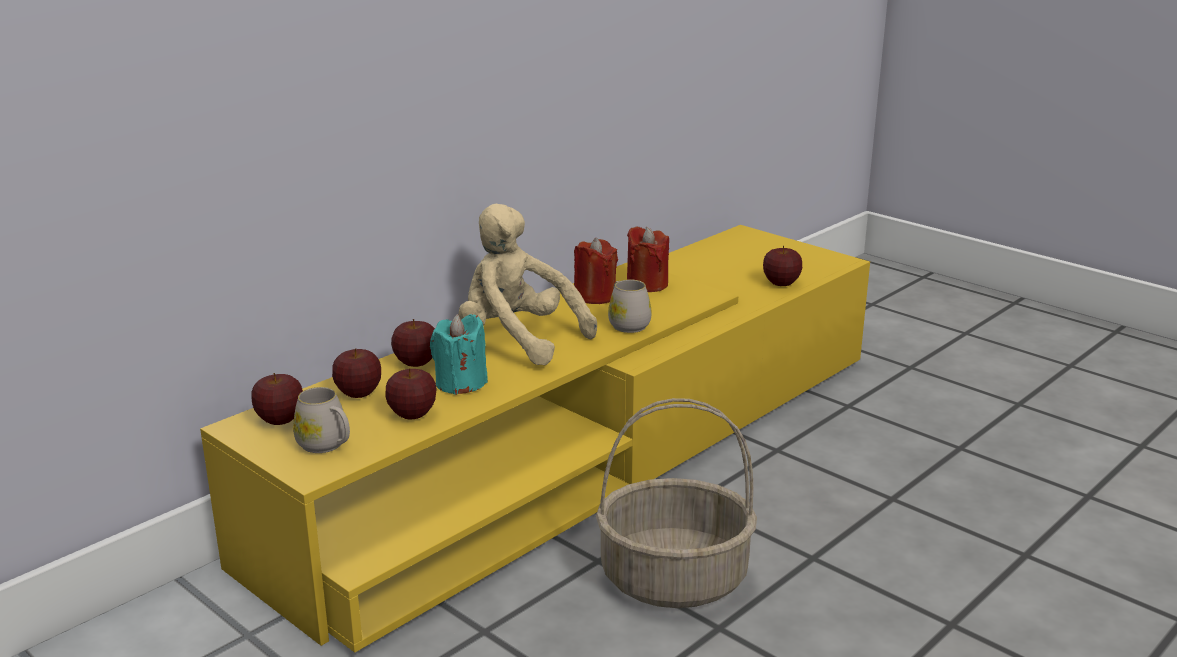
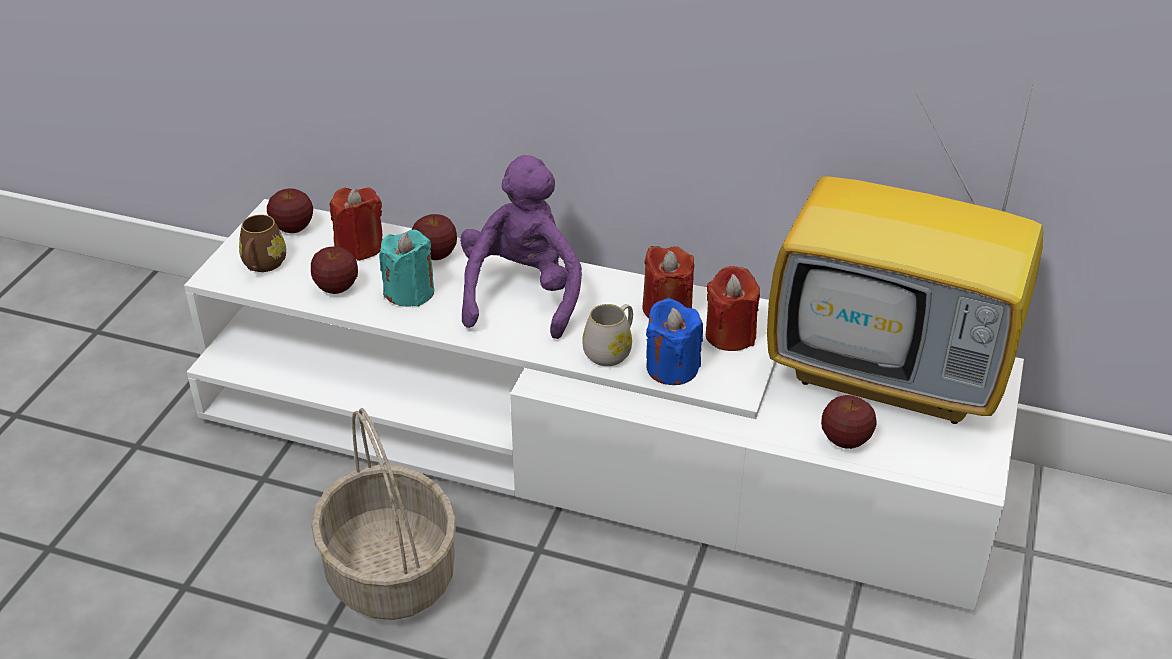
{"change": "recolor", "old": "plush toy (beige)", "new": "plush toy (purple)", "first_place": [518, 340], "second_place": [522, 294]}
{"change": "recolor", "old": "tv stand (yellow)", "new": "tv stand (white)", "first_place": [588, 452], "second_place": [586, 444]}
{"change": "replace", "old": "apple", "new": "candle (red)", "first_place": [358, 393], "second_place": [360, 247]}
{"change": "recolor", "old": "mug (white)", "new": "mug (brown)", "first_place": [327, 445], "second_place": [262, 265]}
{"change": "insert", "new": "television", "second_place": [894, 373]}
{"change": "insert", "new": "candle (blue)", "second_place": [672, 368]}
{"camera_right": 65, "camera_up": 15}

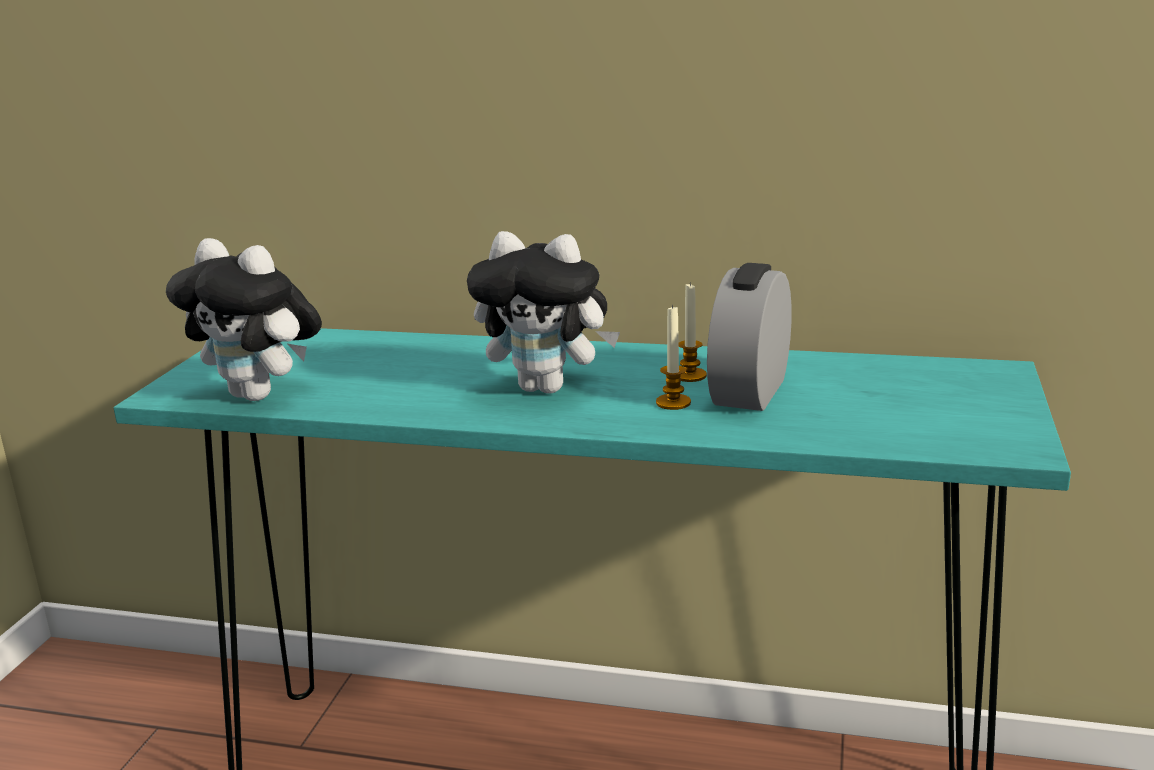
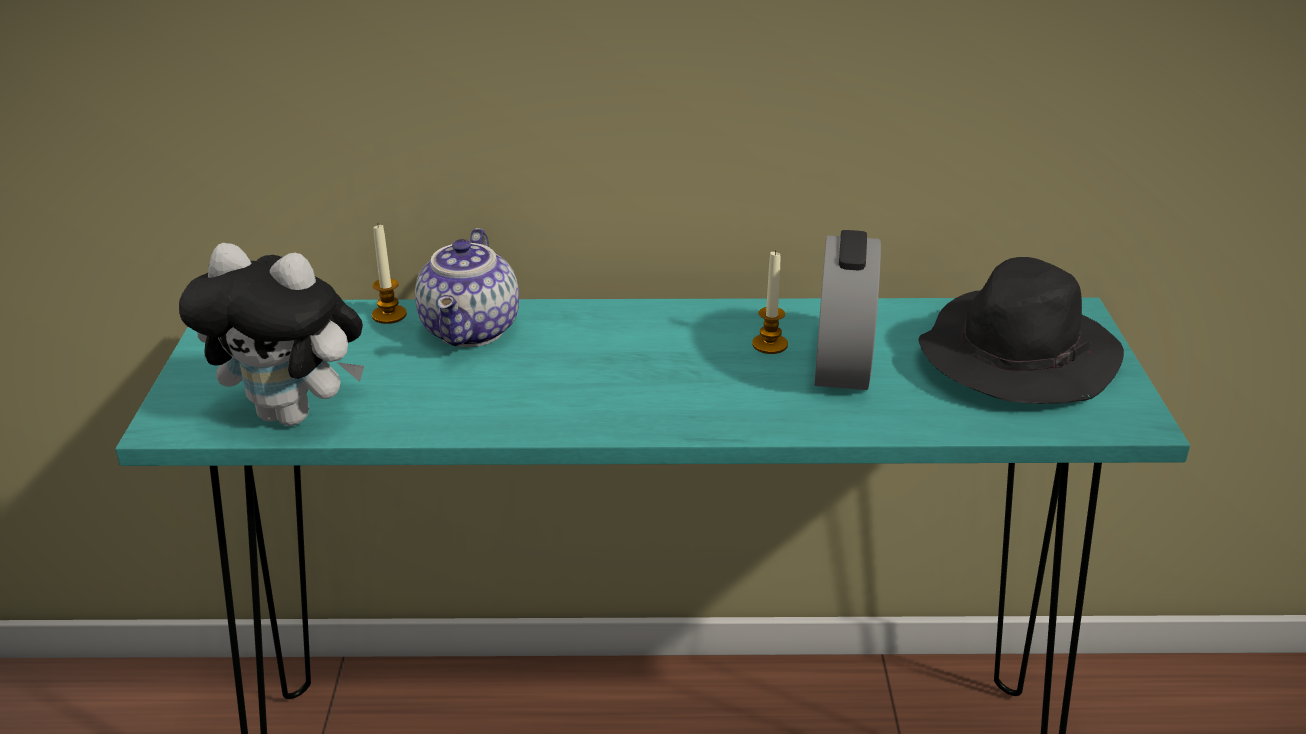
{"change": "delete", "old": "plush toy", "first_place": [547, 387]}
{"change": "move", "old": "candle", "first_place": [673, 403], "second_place": [389, 315]}
{"change": "insert", "new": "teapot", "second_place": [472, 331]}
{"change": "insert", "new": "hat (black)", "second_place": [1016, 357]}
{"camera_right": -15, "camera_up": 10}

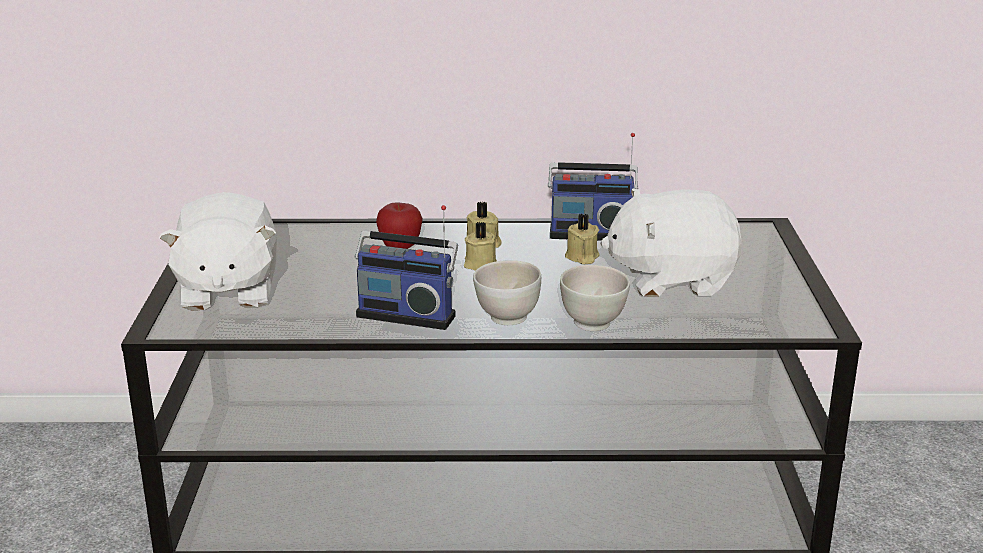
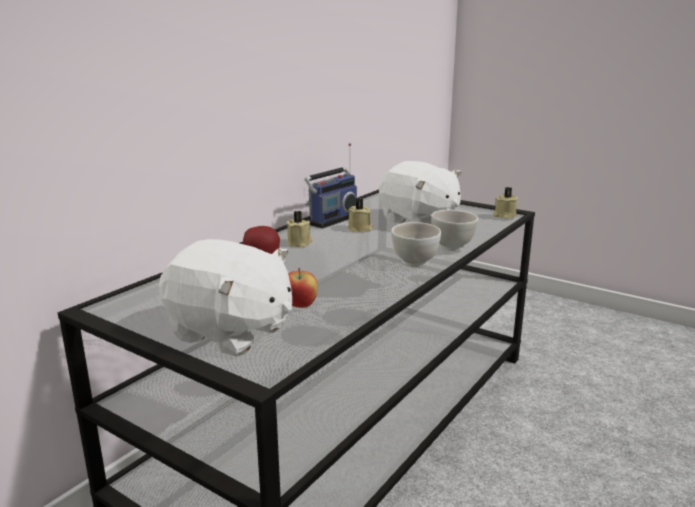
{"change": "rotate", "old": "plush toy (white)", "first_place": [671, 279], "second_place": [419, 221], "degrees": -75}
{"change": "delete", "old": "radio", "first_place": [407, 314]}
{"change": "move", "old": "candle (beige)", "first_place": [480, 264], "second_place": [504, 216]}
{"change": "insert", "new": "apple", "second_place": [301, 306]}
{"camera_right": -55, "camera_up": -5}

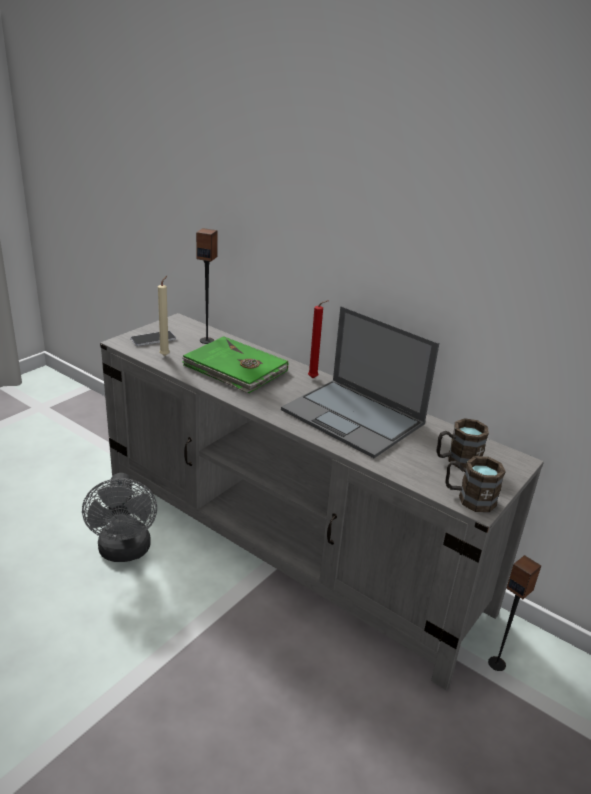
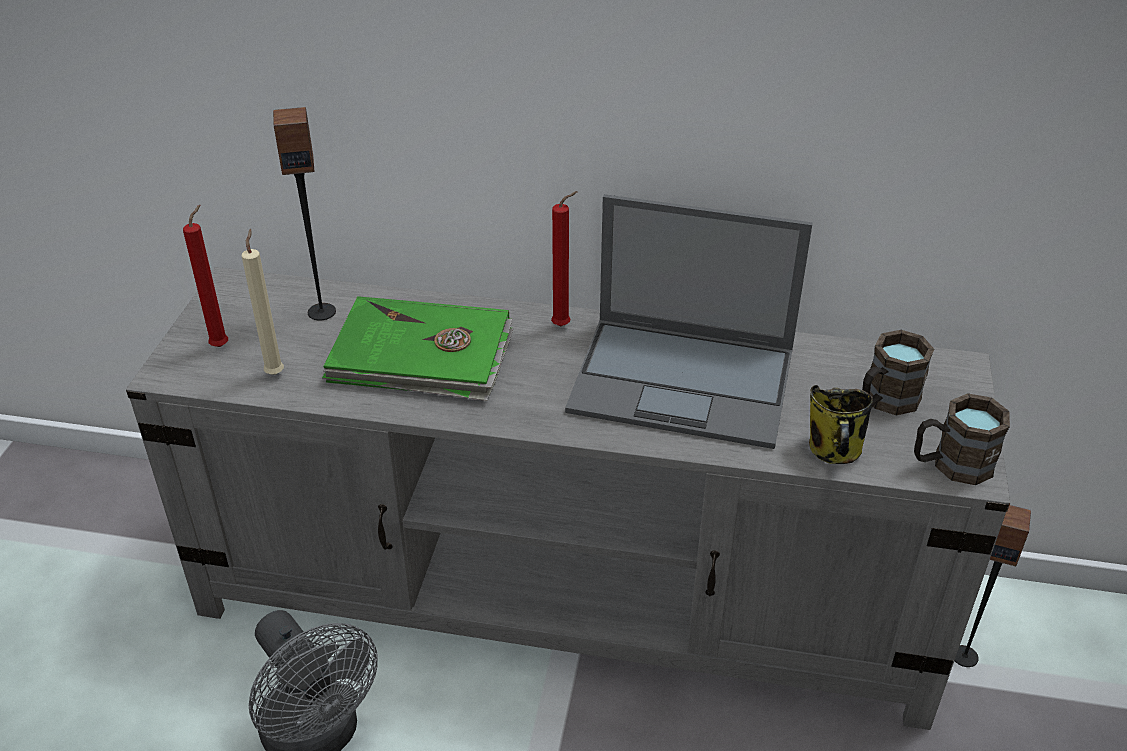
{"change": "replace", "old": "phone", "new": "candle (red)", "first_place": [153, 339], "second_place": [222, 345]}
{"change": "insert", "new": "mug", "second_place": [834, 452]}
{"camera_right": -25, "camera_up": 10}

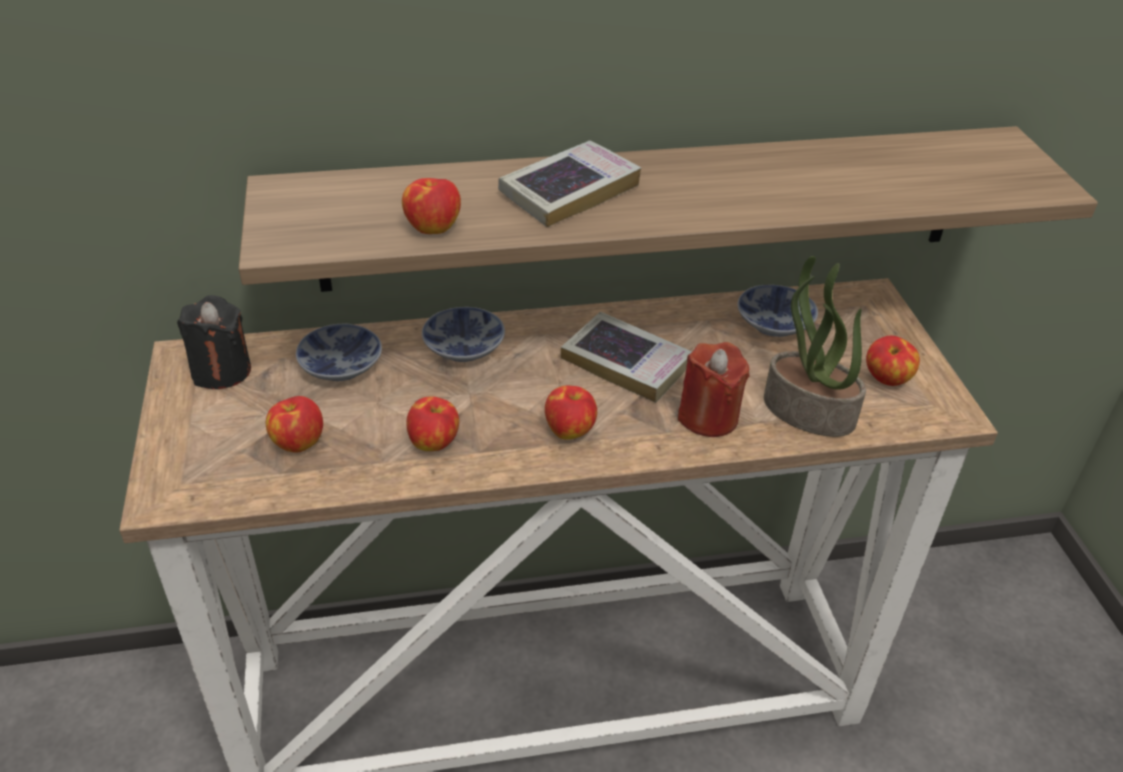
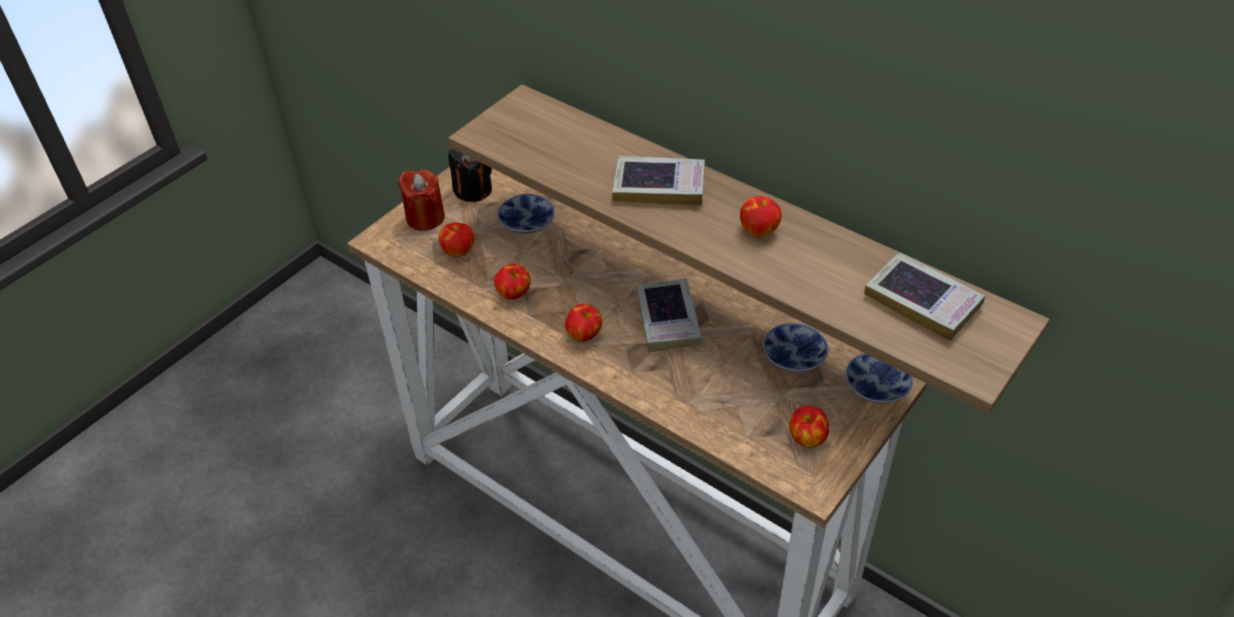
{"change": "move", "old": "apple", "first_place": [433, 227], "second_place": [759, 230]}
{"change": "delete", "old": "potted plant", "first_place": [807, 412]}
{"change": "move", "old": "bowl", "first_place": [467, 347], "second_place": [879, 388]}
{"change": "move", "old": "candle (red)", "first_place": [708, 417], "second_place": [425, 217]}
{"change": "insert", "new": "book", "second_place": [922, 301]}
{"camera_right": 50, "camera_up": 5}

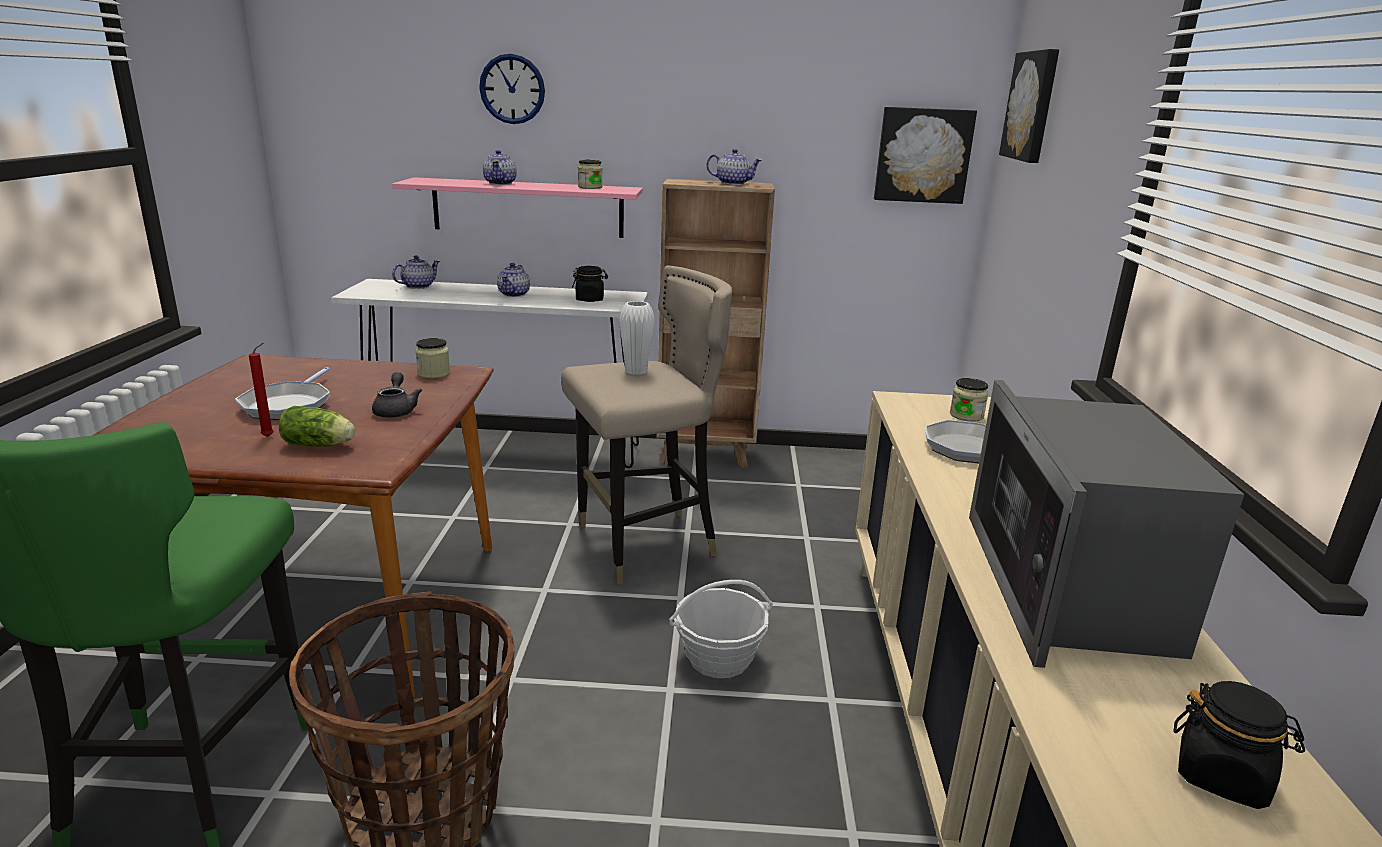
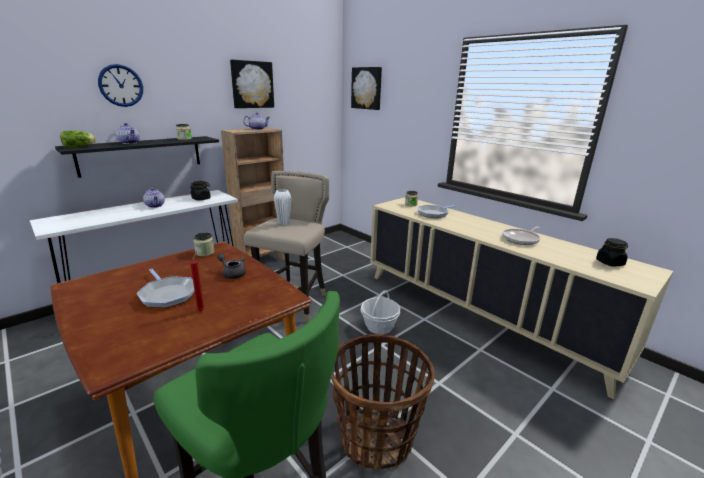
{"change": "move", "old": "picture", "first_place": [923, 155], "second_place": [252, 84]}
{"change": "recolor", "old": "shelf (pink)", "new": "shelf (black)", "first_place": [528, 208], "second_place": [141, 155]}
{"change": "delete", "old": "teapot", "first_place": [418, 286]}
{"change": "replace", "old": "microwave", "new": "frying pan", "first_place": [1068, 587], "second_place": [521, 239]}
{"change": "move", "old": "lettuce", "first_place": [321, 445], "second_place": [80, 146]}
{"camera_right": -45, "camera_up": 0}

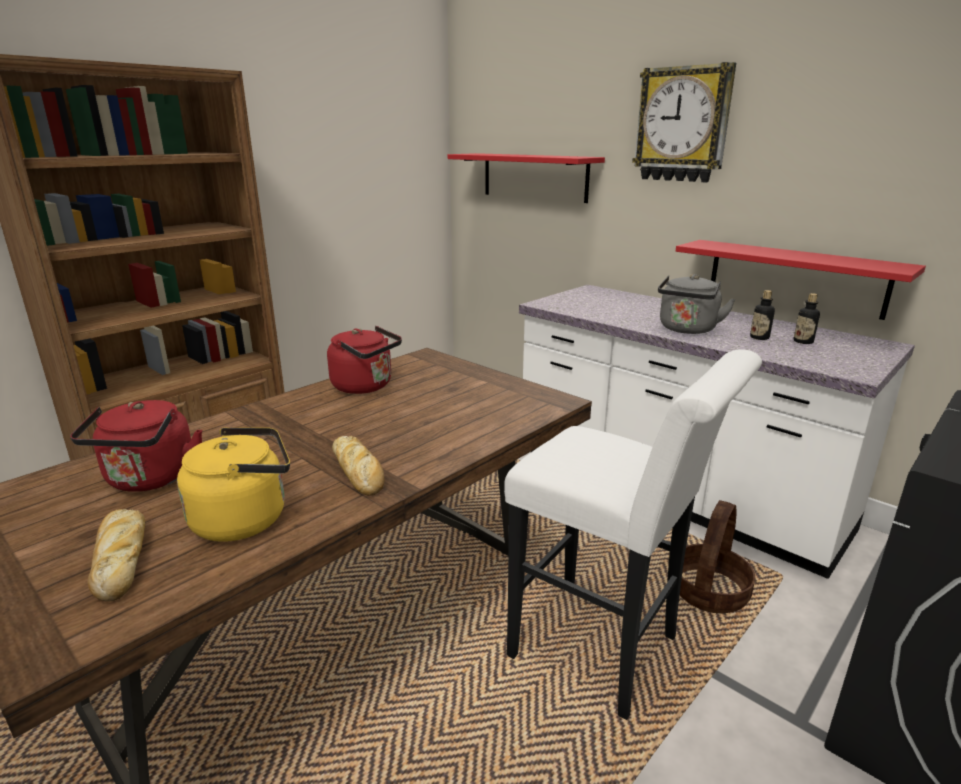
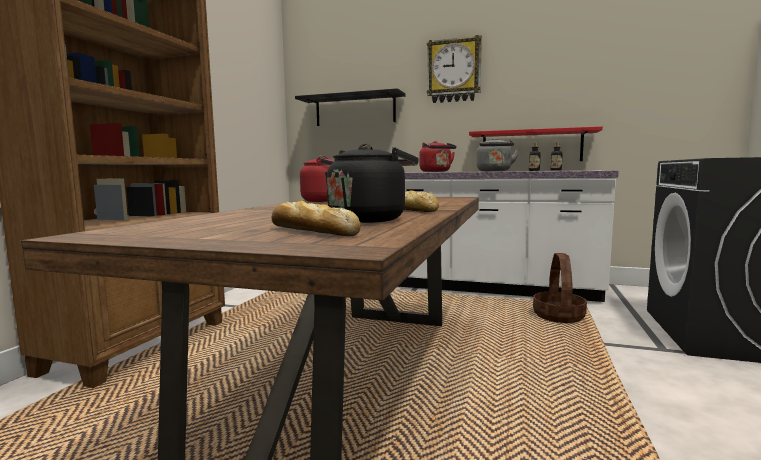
{"change": "recolor", "old": "shelf (red)", "new": "shelf (black)", "first_place": [534, 177], "second_place": [355, 110]}
{"change": "delete", "old": "stool (white)", "first_place": [605, 652]}
{"change": "move", "old": "kettle (red)", "first_place": [150, 480], "second_place": [436, 171]}
{"change": "recolor", "old": "kettle (yellow)", "new": "kettle (black)", "first_place": [246, 518], "second_place": [369, 219]}
{"camera_right": -25, "camera_up": -15}

